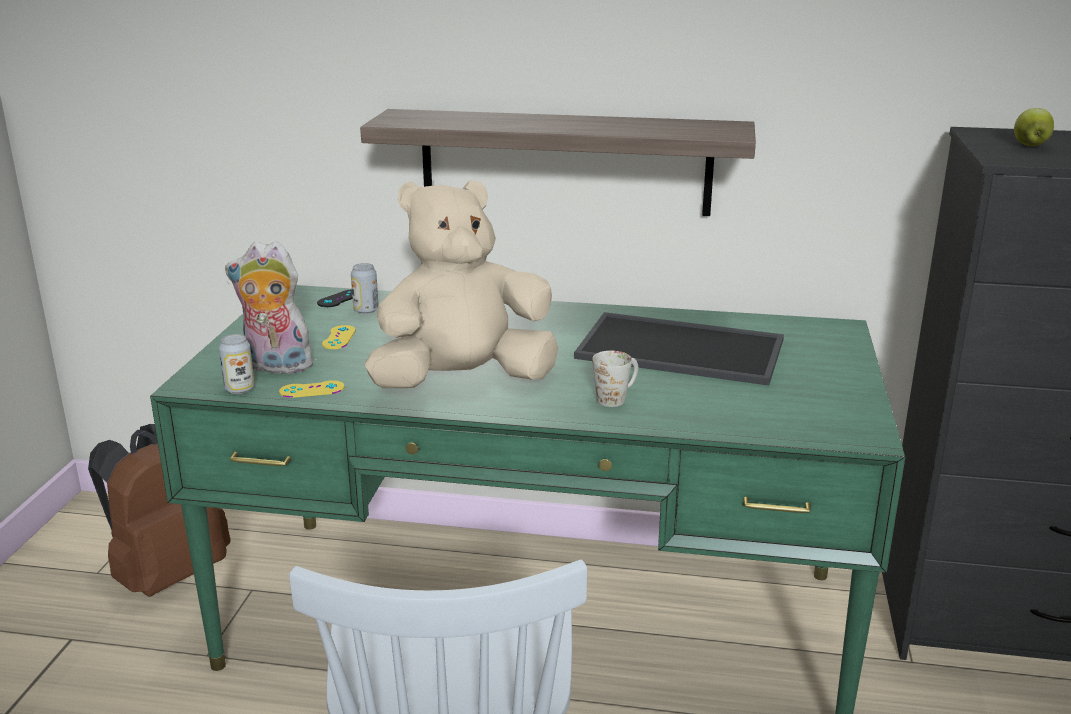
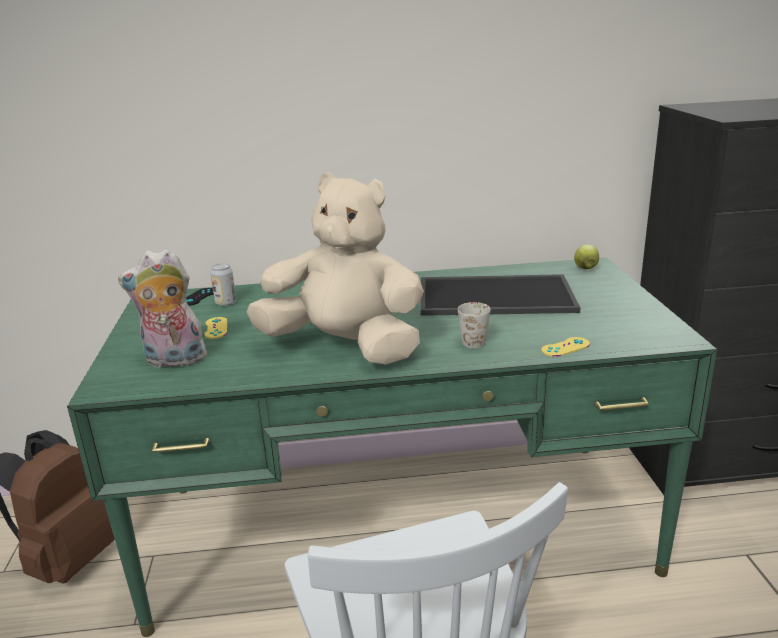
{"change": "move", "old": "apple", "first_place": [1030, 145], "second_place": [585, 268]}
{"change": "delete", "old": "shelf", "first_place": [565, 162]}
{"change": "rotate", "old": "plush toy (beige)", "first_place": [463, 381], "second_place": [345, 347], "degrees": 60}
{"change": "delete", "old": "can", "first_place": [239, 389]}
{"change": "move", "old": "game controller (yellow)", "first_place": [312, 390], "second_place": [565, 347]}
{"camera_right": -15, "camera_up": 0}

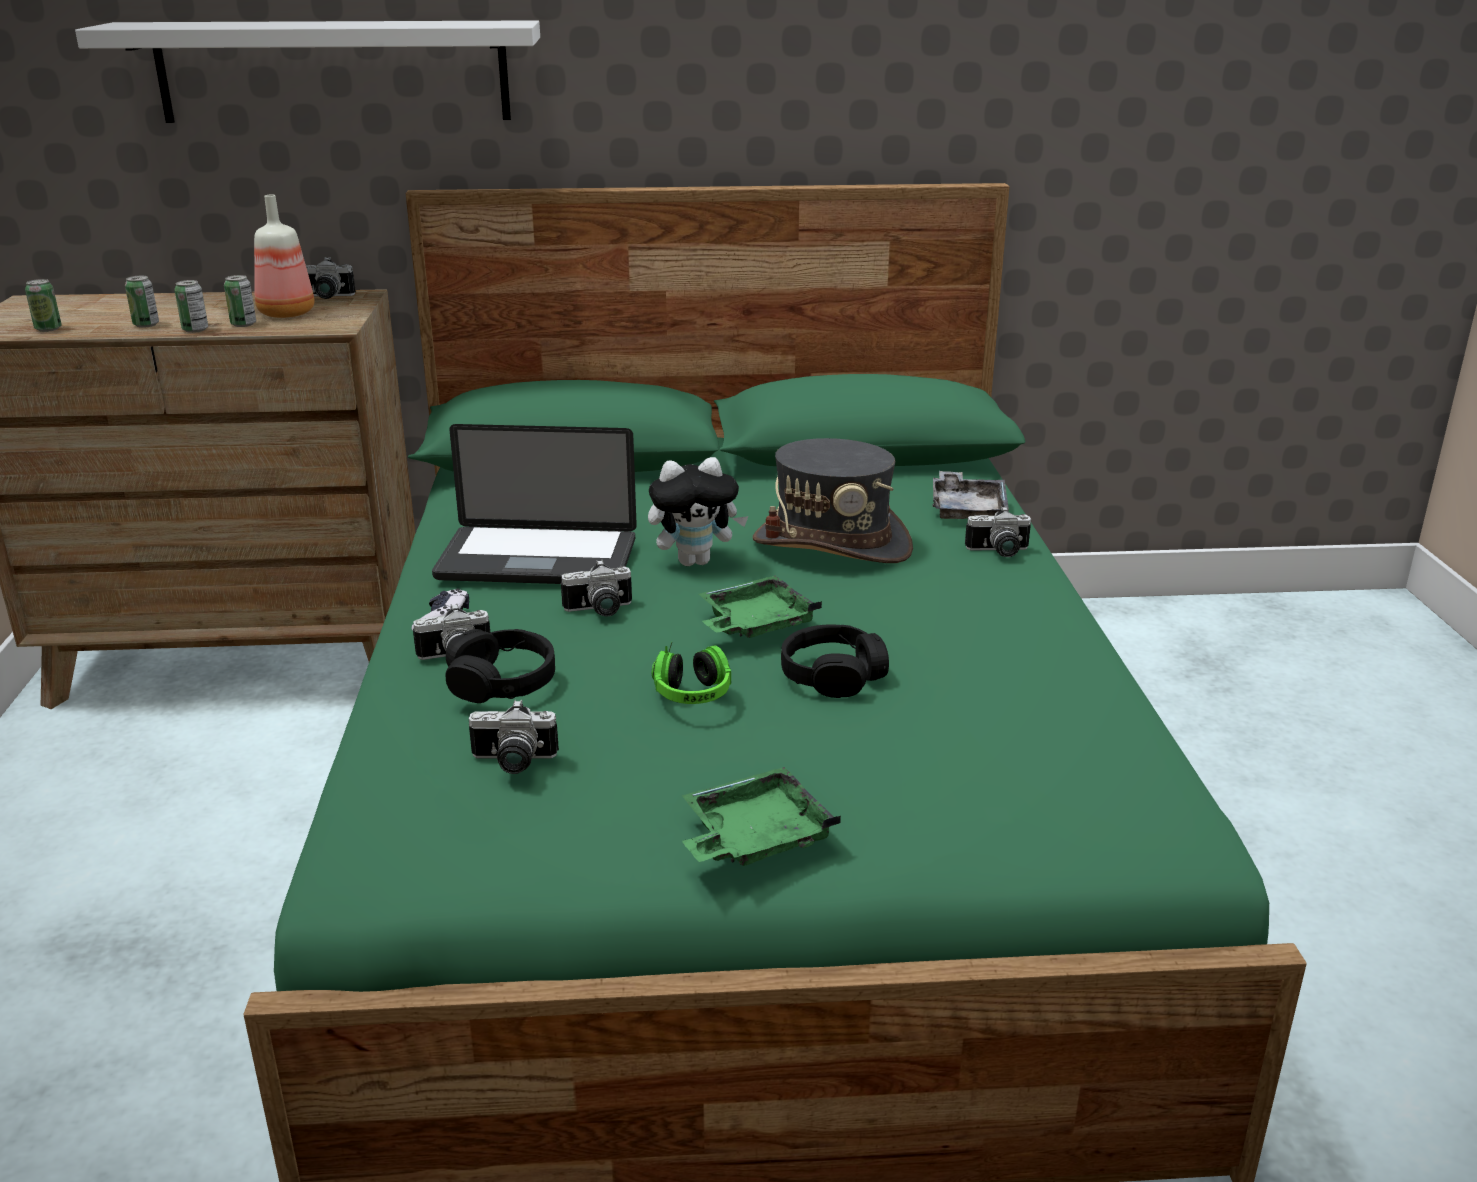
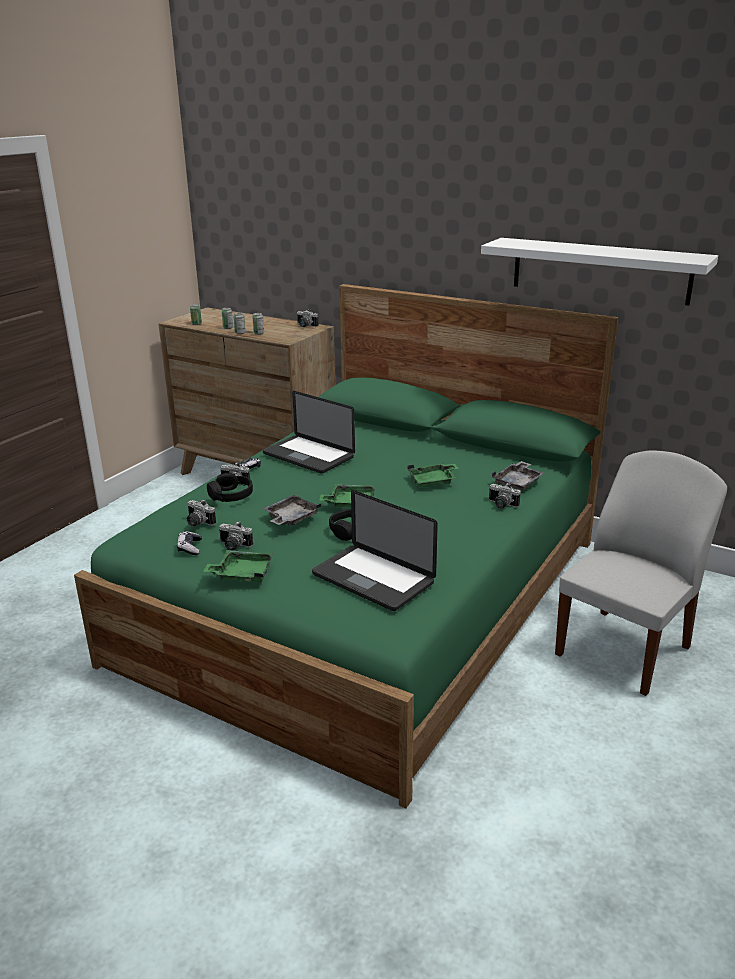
{"change": "move", "old": "shelf (white)", "first_place": [334, 71], "second_place": [600, 270]}
{"change": "delete", "old": "bottle", "first_place": [285, 314]}
{"change": "replace", "old": "hat (grey)", "new": "tray (green)", "first_place": [832, 544], "second_place": [433, 481]}
{"change": "delete", "old": "plush toy", "first_place": [695, 561]}
{"change": "move", "old": "photo camera", "first_place": [599, 611], "second_place": [233, 546]}
{"change": "replace", "old": "headphones", "new": "tray (grey)", "first_place": [691, 688], "second_place": [290, 518]}
{"change": "insert", "new": "chair (white)", "second_place": [625, 649]}
{"change": "insert", "new": "laptop", "second_place": [373, 579]}
{"change": "insert", "new": "game controller", "second_place": [190, 548]}
{"camera_right": 35, "camera_up": 0}

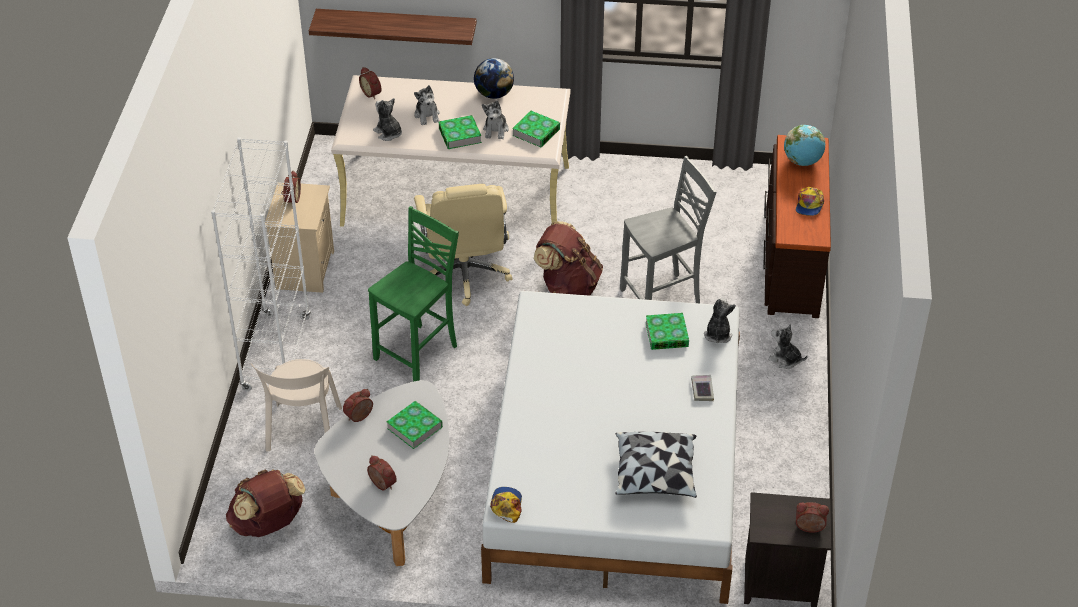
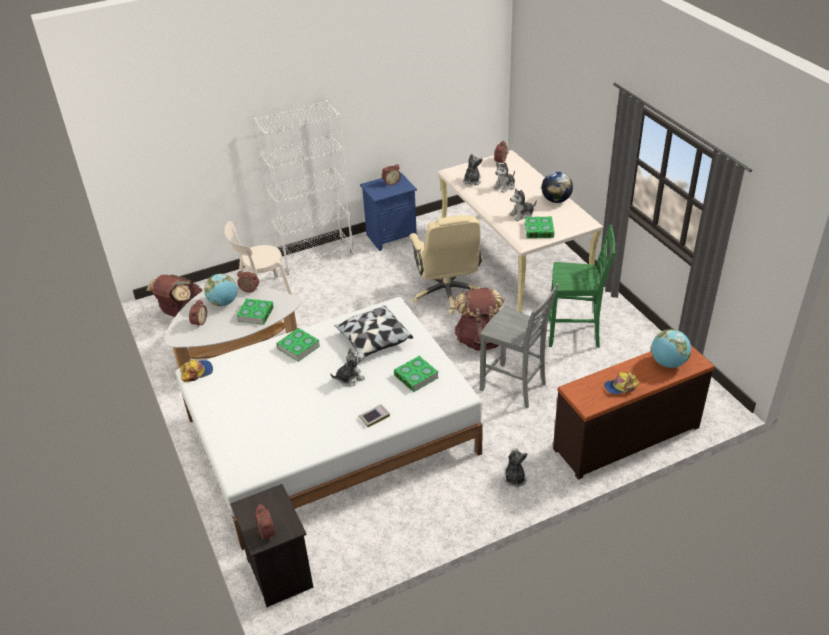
{"change": "delete", "old": "shelf", "first_place": [396, 26]}
{"change": "move", "old": "book", "first_place": [460, 135], "second_place": [298, 347]}
{"change": "recolor", "old": "nightstand (beige)", "new": "nightstand (blue)", "first_place": [304, 269], "second_place": [391, 236]}
{"change": "rotate", "old": "office chair (beige)", "first_place": [464, 274], "second_place": [447, 293], "degrees": -60}
{"change": "move", "old": "chair (green)", "first_place": [418, 353], "second_place": [575, 334]}
{"change": "move", "old": "plush toy", "first_place": [717, 334], "second_place": [350, 378]}
{"change": "move", "old": "pillow", "first_place": [655, 475], "second_place": [373, 340]}
{"change": "insert", "new": "globe", "second_place": [223, 303]}
{"camera_right": 60, "camera_up": -5}

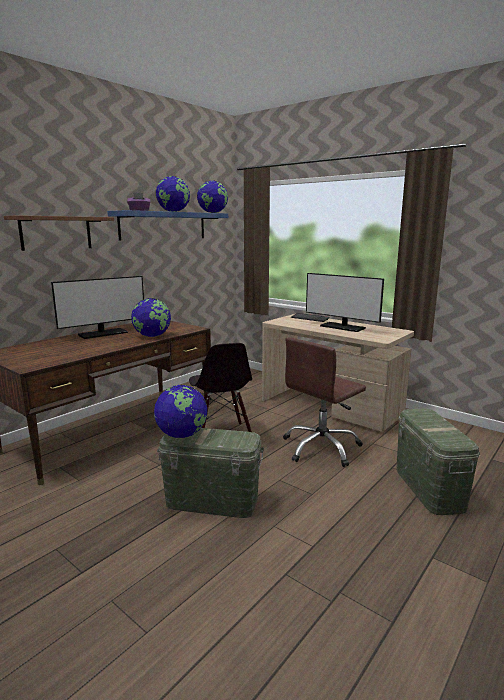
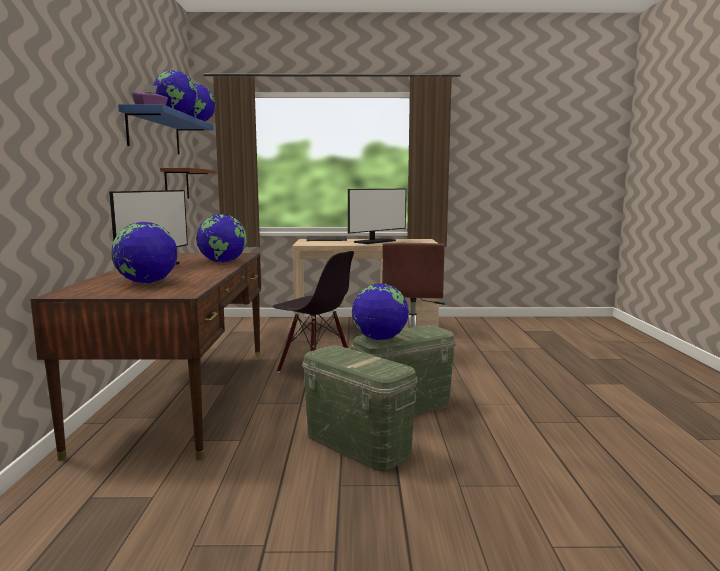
{"change": "move", "old": "shelf (brown)", "first_place": [56, 233], "second_place": [177, 184]}
{"change": "rotate", "old": "monitor", "first_place": [342, 327], "second_place": [375, 241], "degrees": -45}
{"change": "move", "old": "storage box (green)", "first_place": [429, 488], "second_place": [358, 445]}
{"change": "insert", "new": "globe", "second_place": [147, 283]}
{"camera_right": -40, "camera_up": -5}

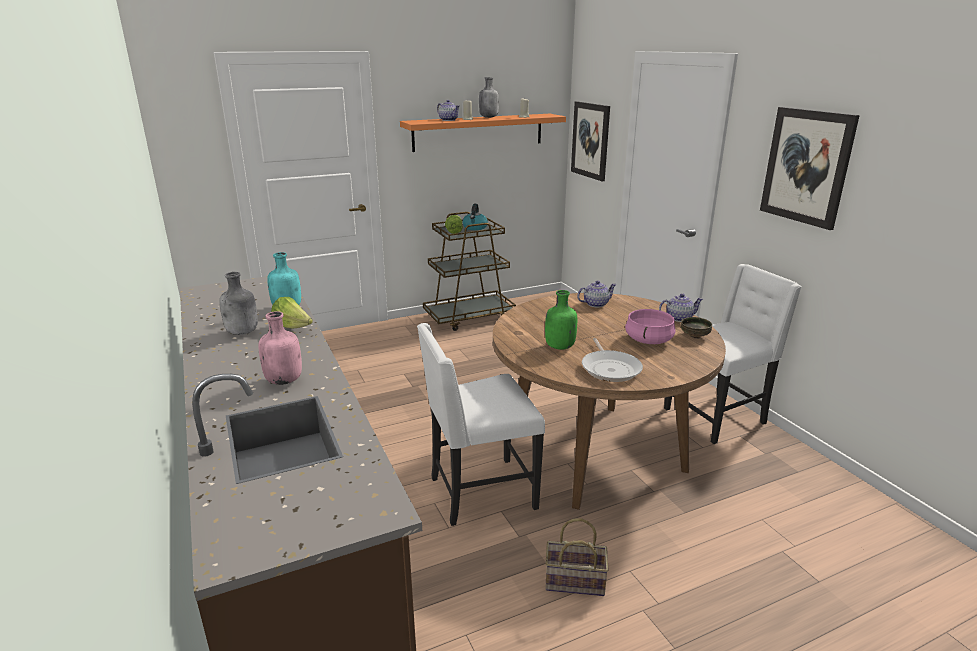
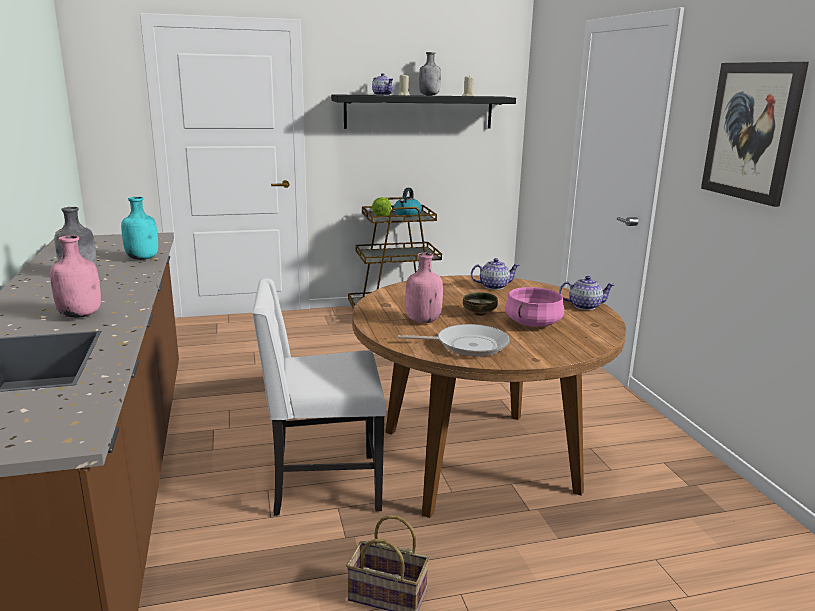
{"change": "delete", "old": "picture", "first_place": [590, 140]}
{"change": "recolor", "old": "shelf (orange)", "new": "shelf (black)", "first_place": [478, 132], "second_place": [419, 112]}
{"change": "delete", "old": "chair (white)", "first_place": [717, 417]}
{"change": "recolor", "old": "bottle (green)", "new": "bottle (pink)", "first_place": [559, 346], "second_place": [422, 320]}
{"change": "delete", "old": "lettuce", "first_place": [293, 327]}
{"change": "move", "old": "bowl", "first_place": [695, 336], "second_place": [479, 314]}
{"change": "rotate", "old": "frying pan", "first_place": [610, 368], "second_place": [467, 345], "degrees": -90}
{"camera_right": 10, "camera_up": -5}

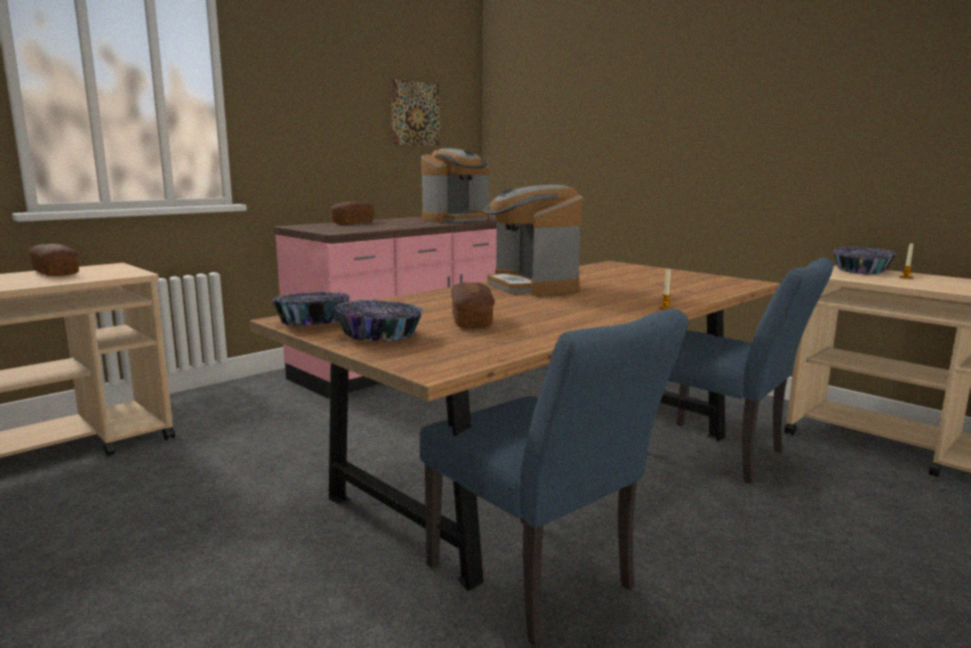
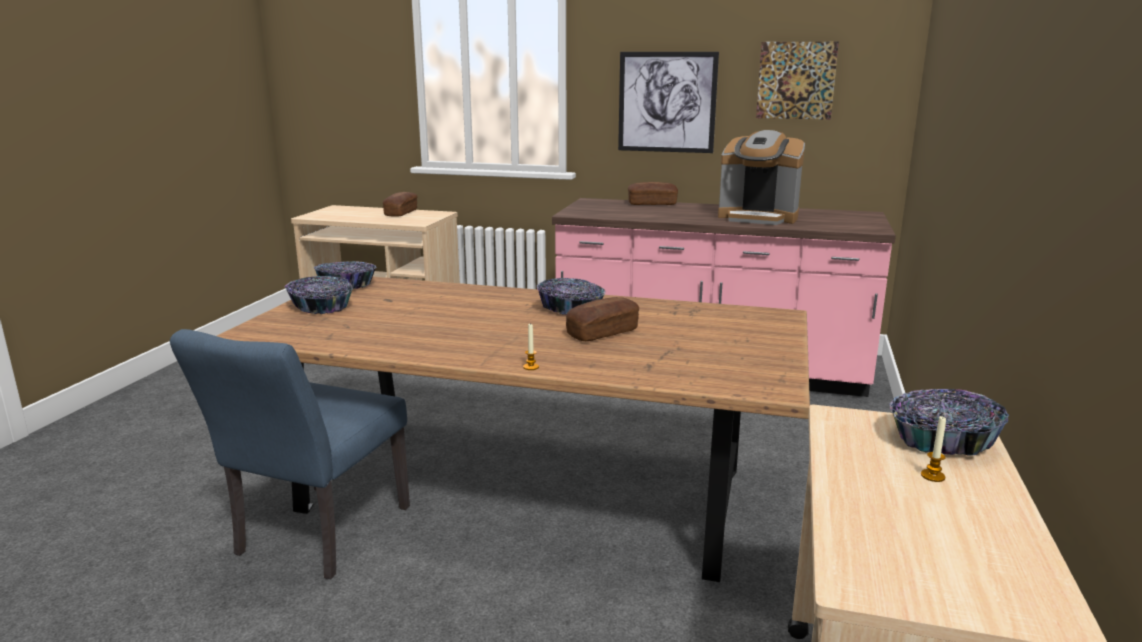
{"change": "replace", "old": "coffee machine", "new": "bowl", "first_place": [531, 286], "second_place": [570, 309]}
{"change": "delete", "old": "chair (blue)", "first_place": [722, 455]}
{"change": "move", "old": "bread", "first_place": [471, 320], "second_place": [602, 333]}
{"change": "insert", "new": "picture", "second_place": [667, 102]}
{"camera_right": 60, "camera_up": 5}

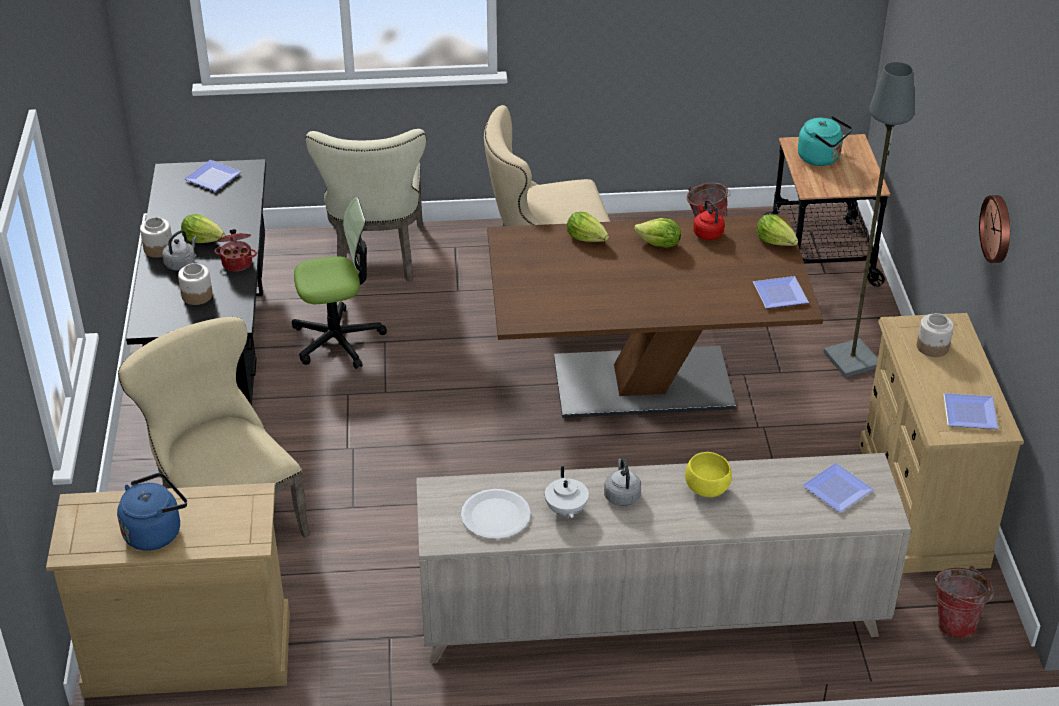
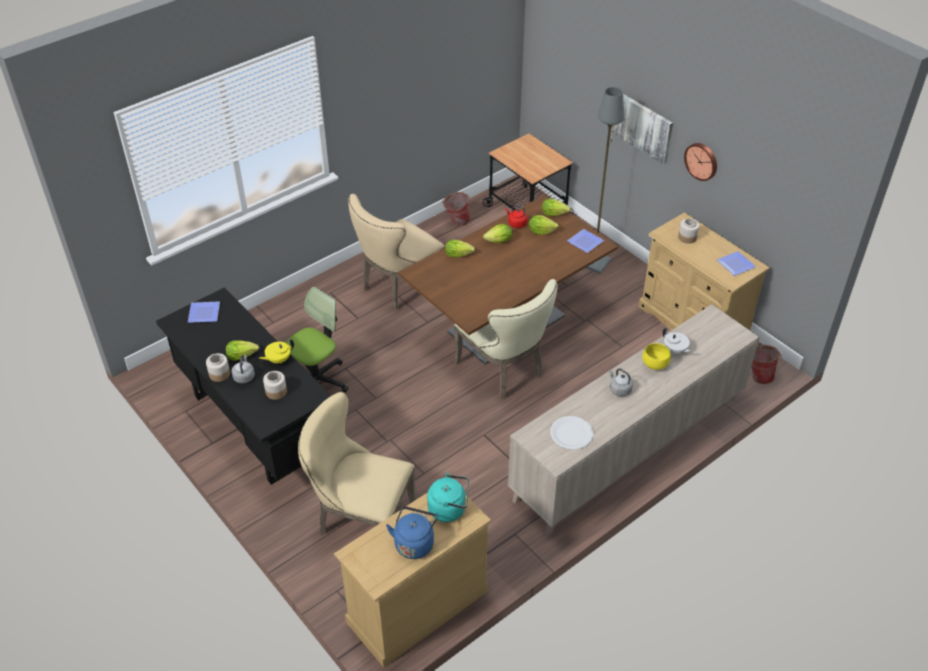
{"change": "move", "old": "kettle (turquoise)", "first_place": [821, 158], "second_place": [449, 509]}
{"change": "move", "old": "chair (beige)", "first_place": [377, 257], "second_place": [504, 371]}
{"change": "replace", "old": "cooking pot", "new": "teapot (yellow)", "first_place": [237, 262], "second_place": [278, 360]}
{"change": "delete", "old": "plate", "first_place": [837, 488]}
{"change": "move", "old": "teapot (white)", "first_place": [566, 510], "second_place": [675, 351]}
{"change": "insert", "new": "picture", "second_place": [642, 126]}
{"change": "insert", "new": "lettuce", "second_place": [541, 231]}
{"camera_right": -35, "camera_up": 5}

